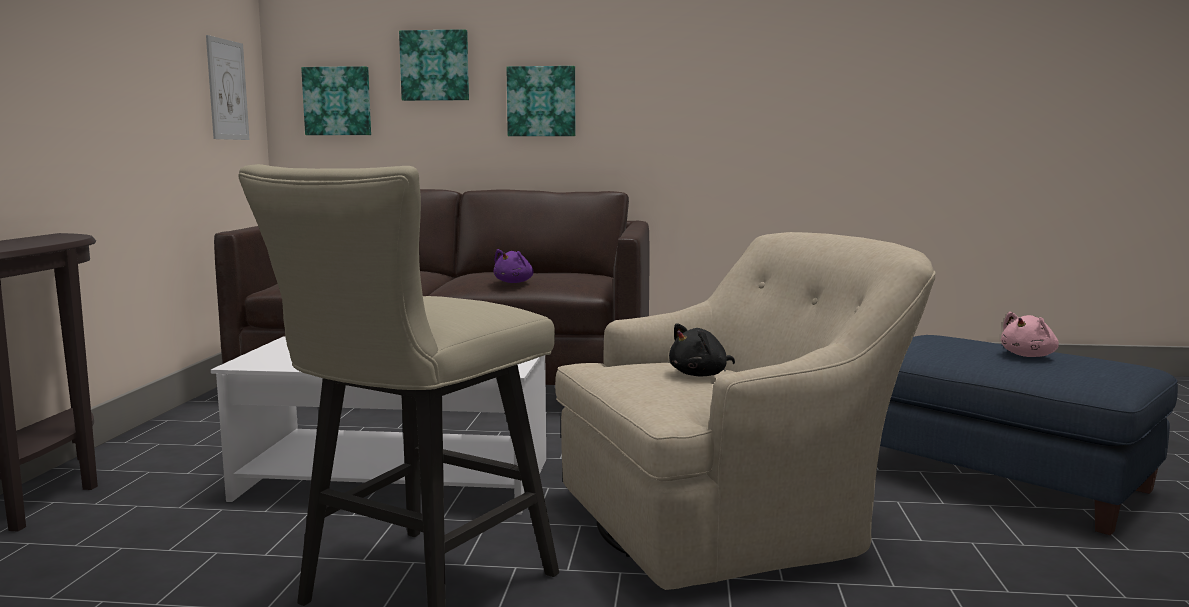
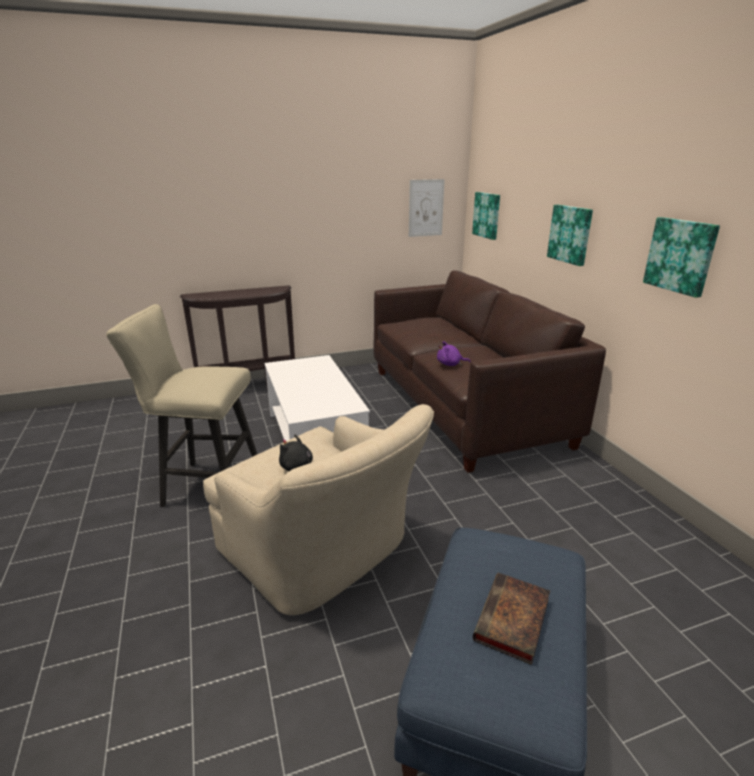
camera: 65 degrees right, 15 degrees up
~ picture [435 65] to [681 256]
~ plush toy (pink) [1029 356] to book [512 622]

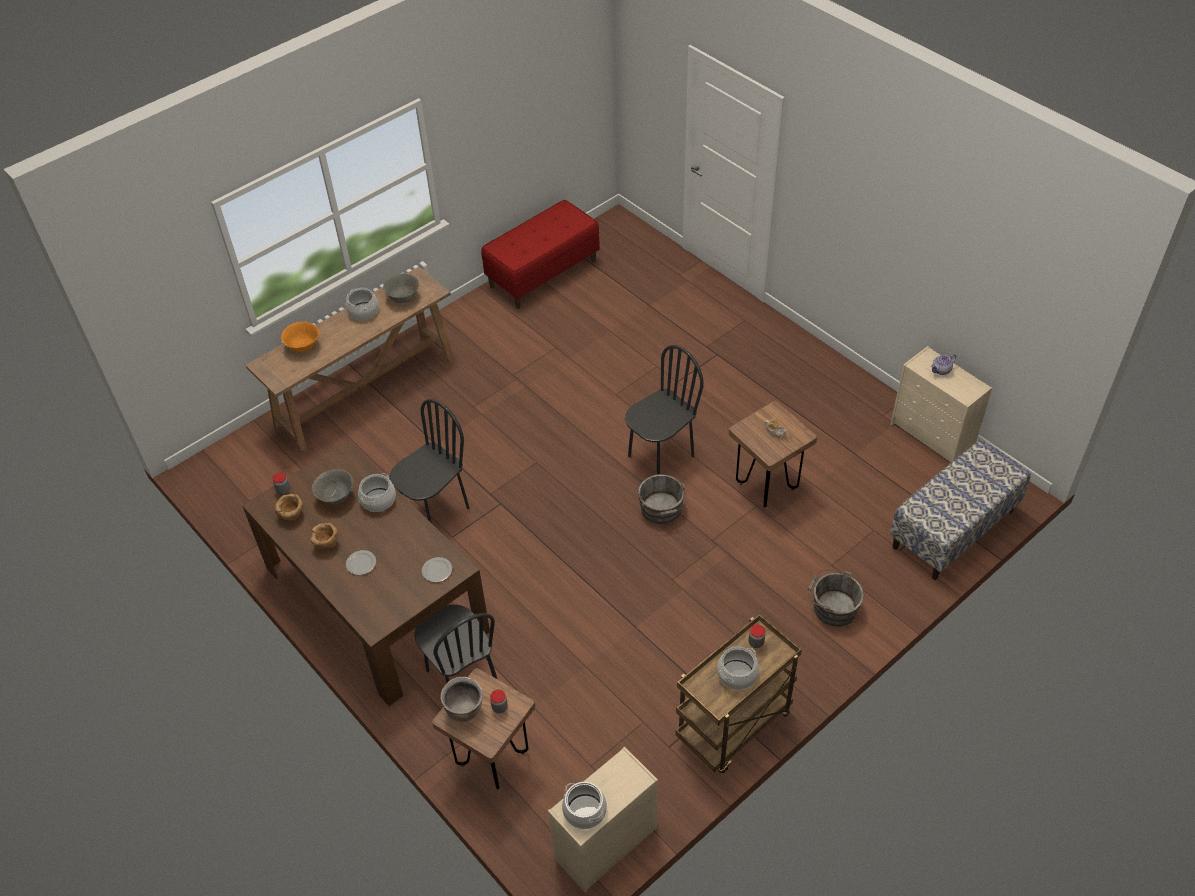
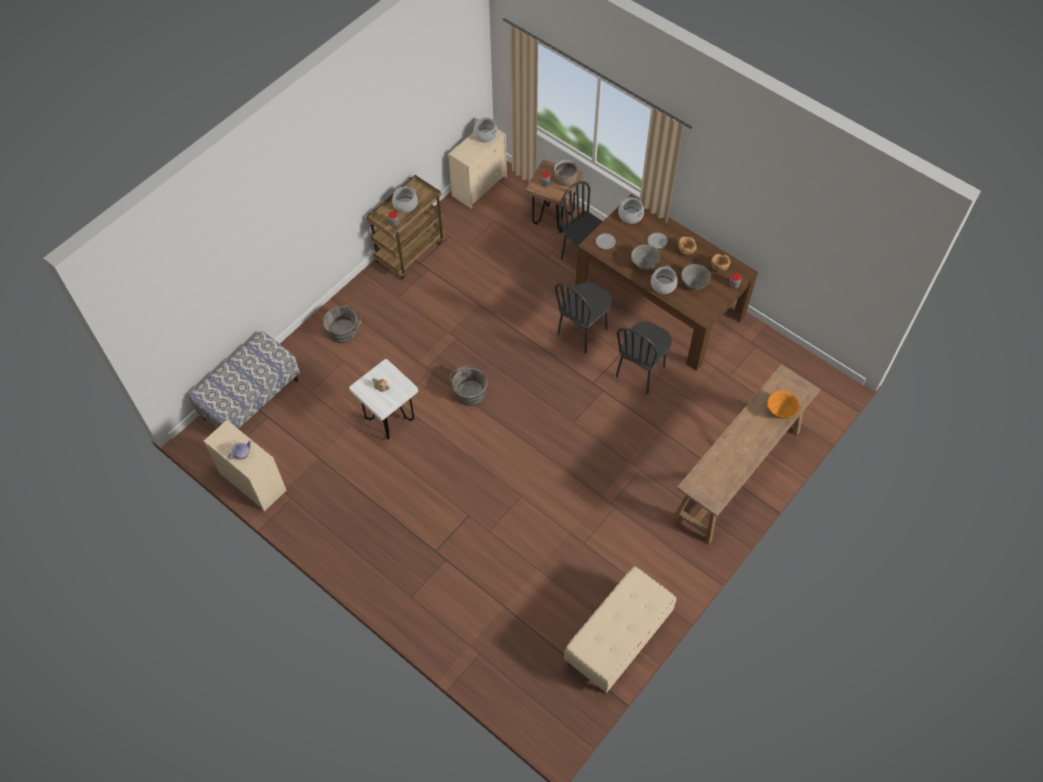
camera: 170 degrees right, 10 degrees up
~ cooking pot [363 311] to [630 215]
~ bowl (grey) [403 298] to [644 264]
~ chair (black) [660 455] to [582 332]
~ bench (red) [543 273] to bench (beige) [618 640]
~ stool (brown) [766 486] to stool (white) [390 420]

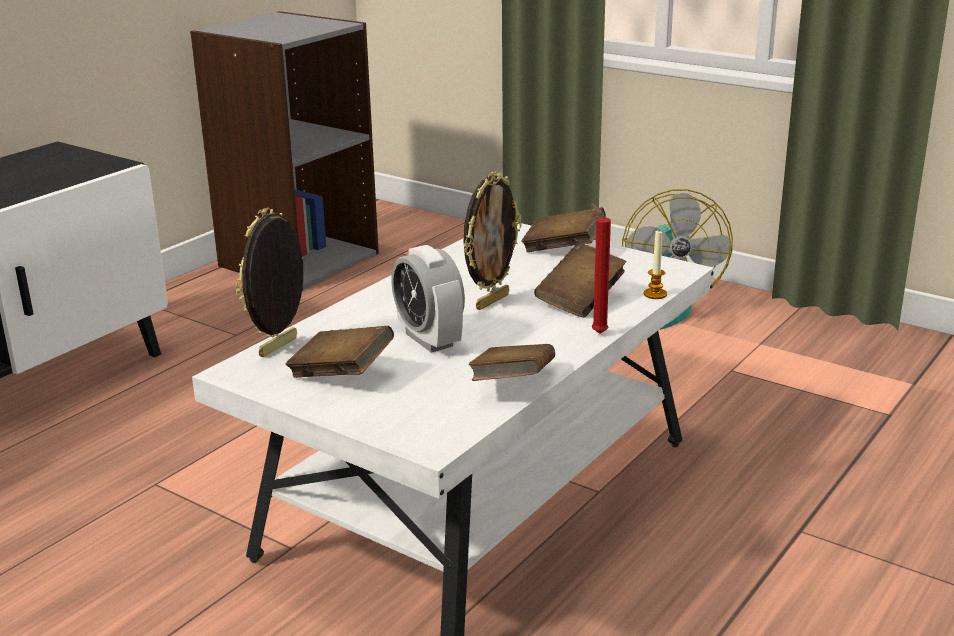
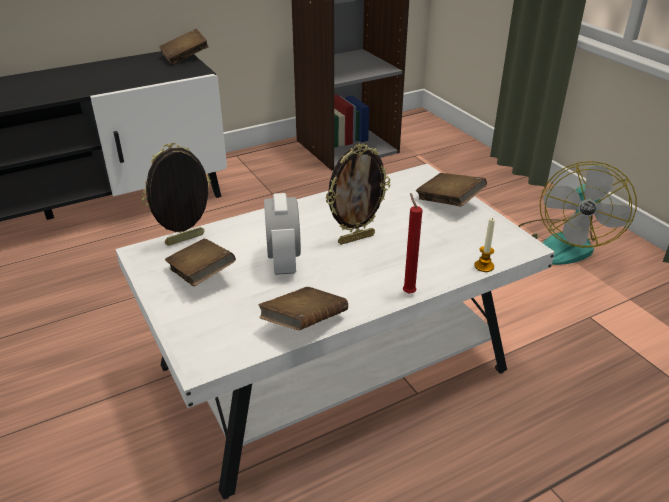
camera: 25 degrees right, 10 degrees up
~ book (brown) [580 300] to [185 58]

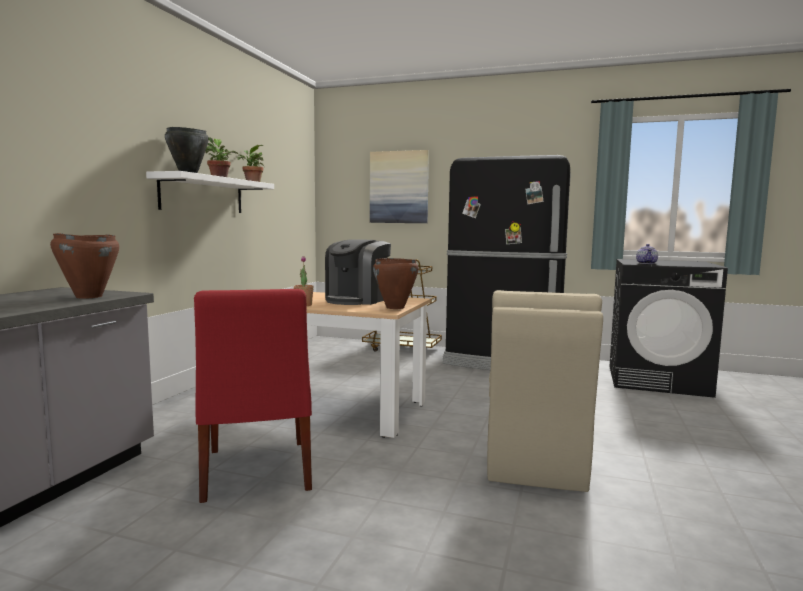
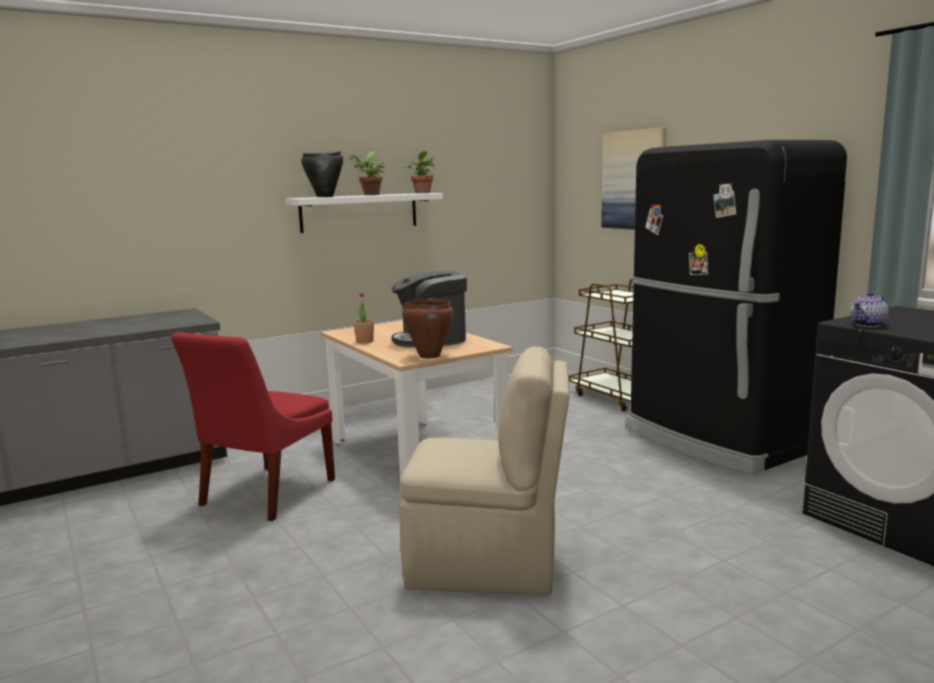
camera: 40 degrees right, 5 degrees up
- cooking pot (brown) [88 297]
~ chair (beige) [534 462] = [487 564] 135 degrees counterclockwise

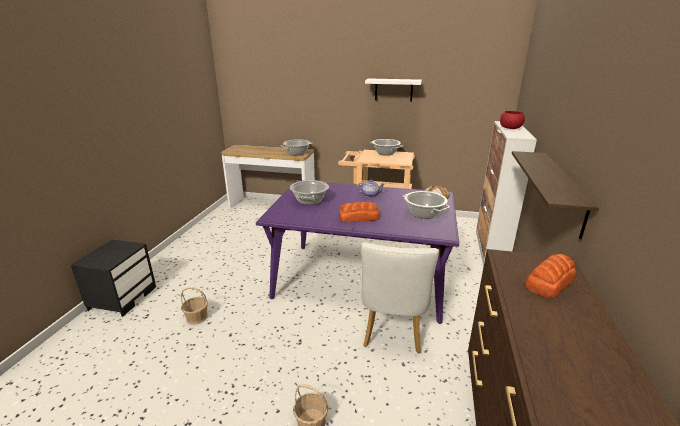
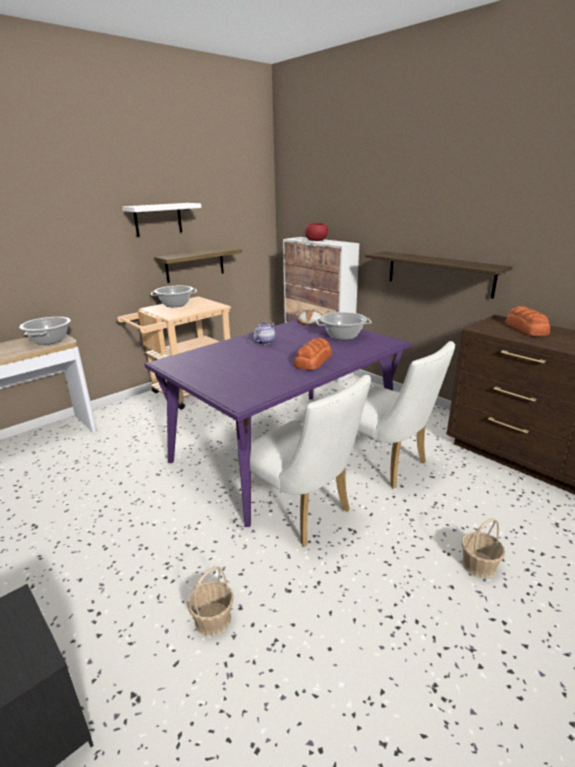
camera: 55 degrees left, 0 degrees up
- cooking pot [309 201]
+ shelf [195 265]
+ chair (white) [303 513]

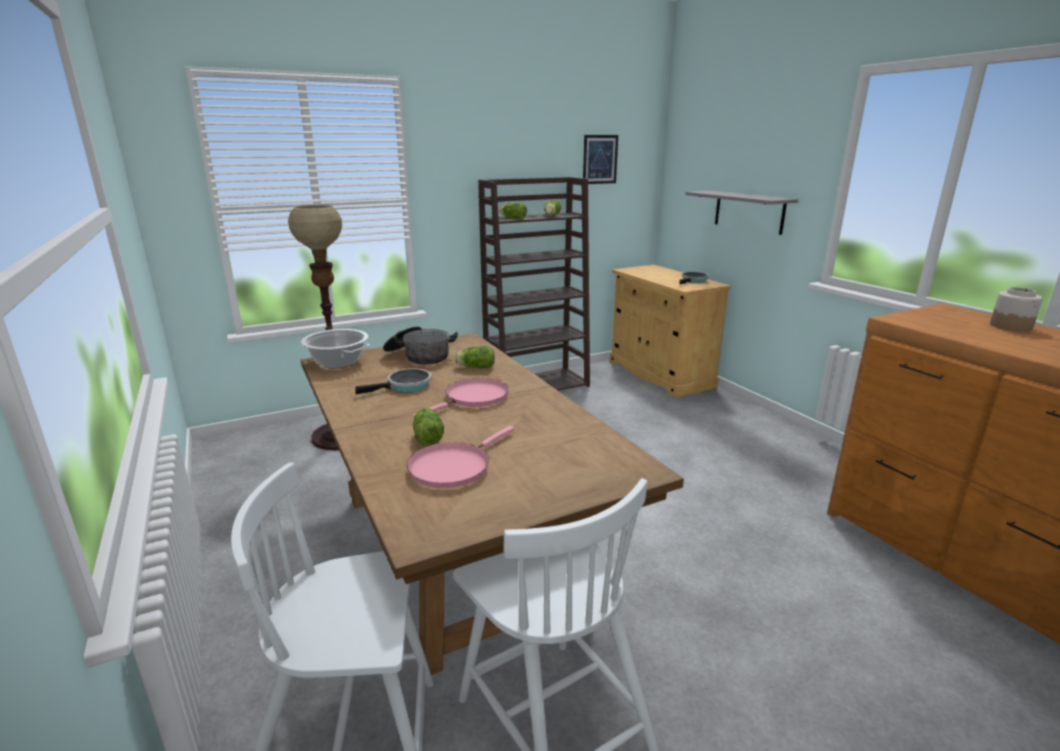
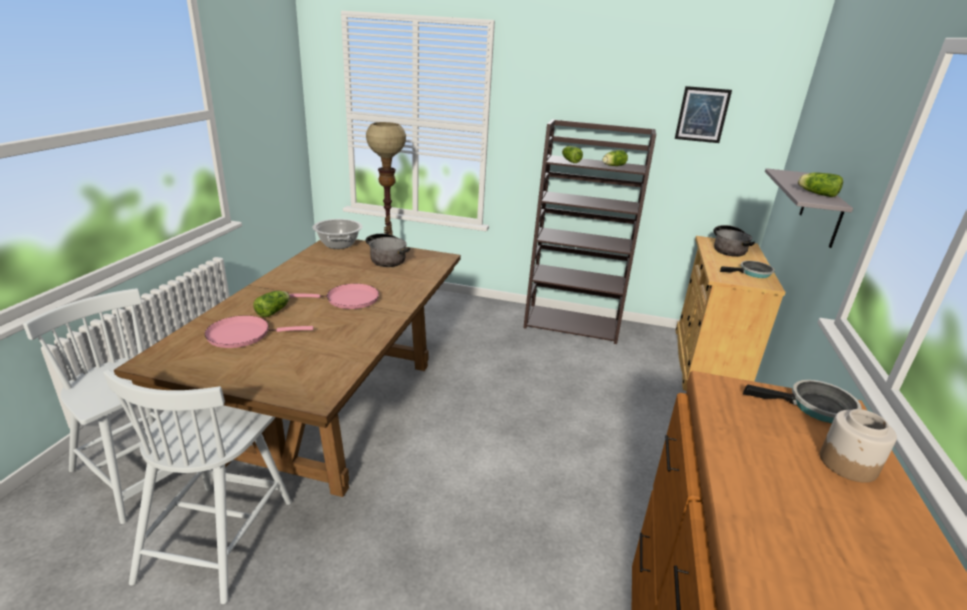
camera: 40 degrees right, 5 degrees up
+ cooking pot [728 249]
~ frying pan [406 386] to [815 407]
~ lettuce [475 367] to [816 193]

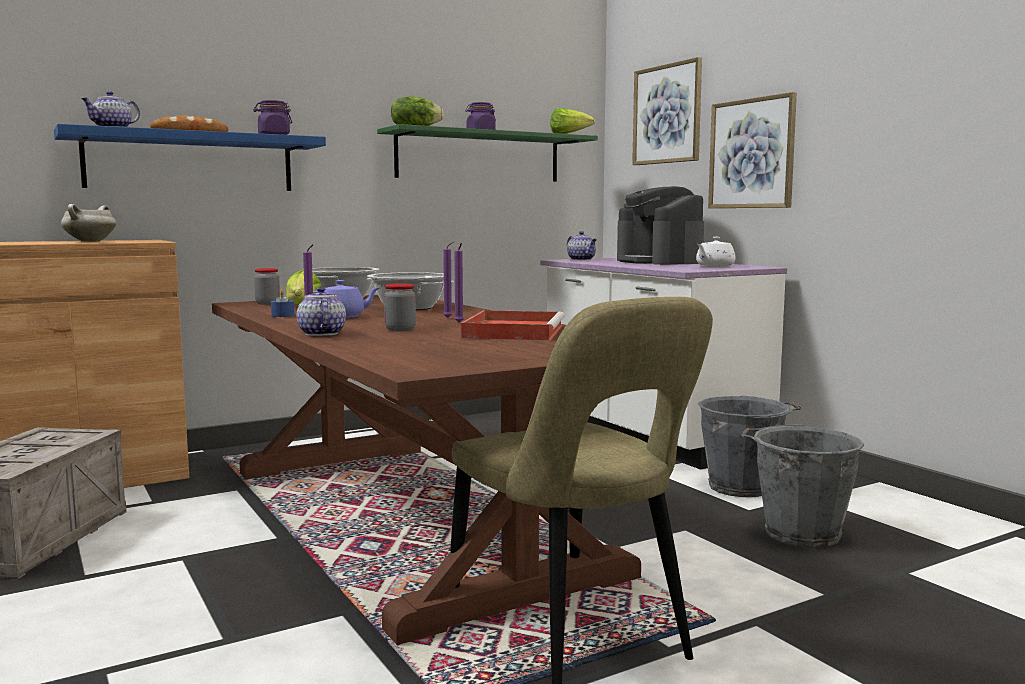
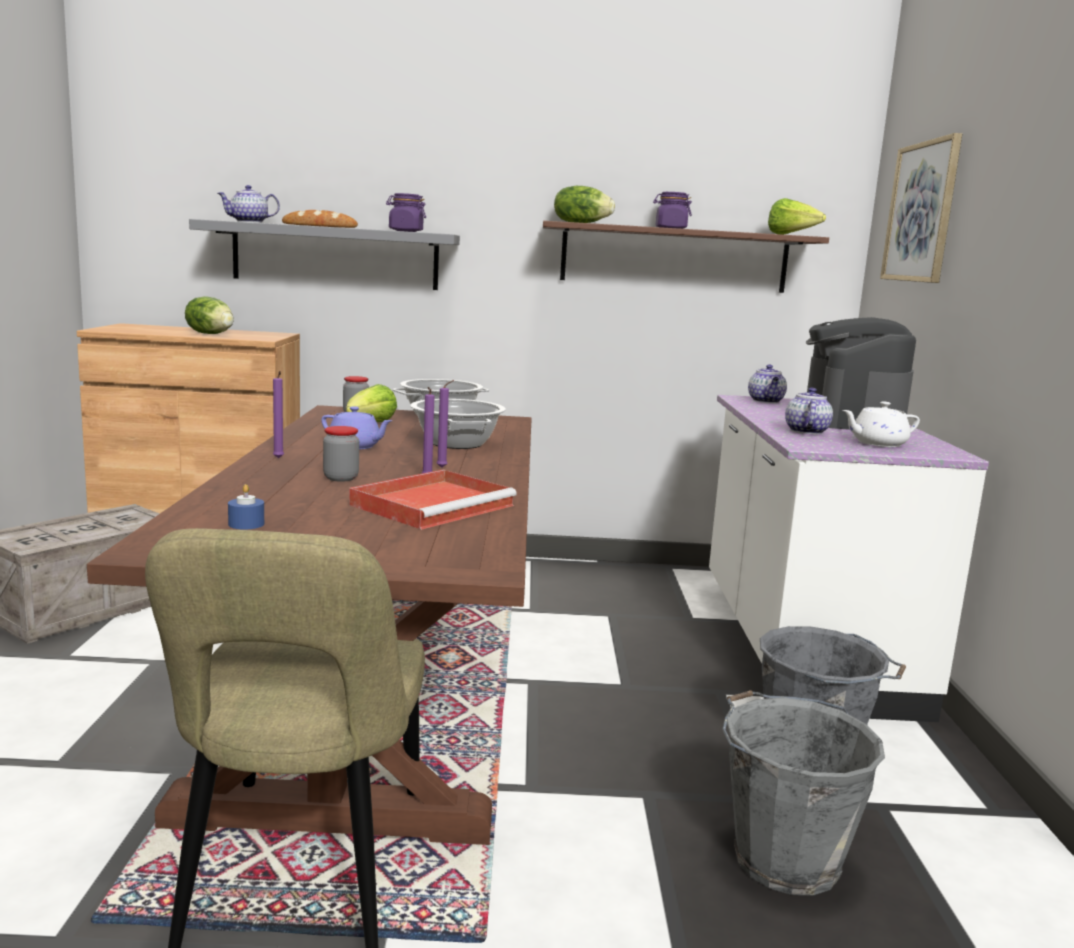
camera: 30 degrees right, 5 degrees up
- picture [752 154]
~ candle (blue) [282 315] to [246 524]
~ teapot [321 333] to [805 431]
~ cooking pot (white) [90 241] to lettuce [211 334]
~ shelf (blue) [191 162] to shelf (grey) [336 256]
~ shelf (green) [479 157] to shelf (brown) [674 258]

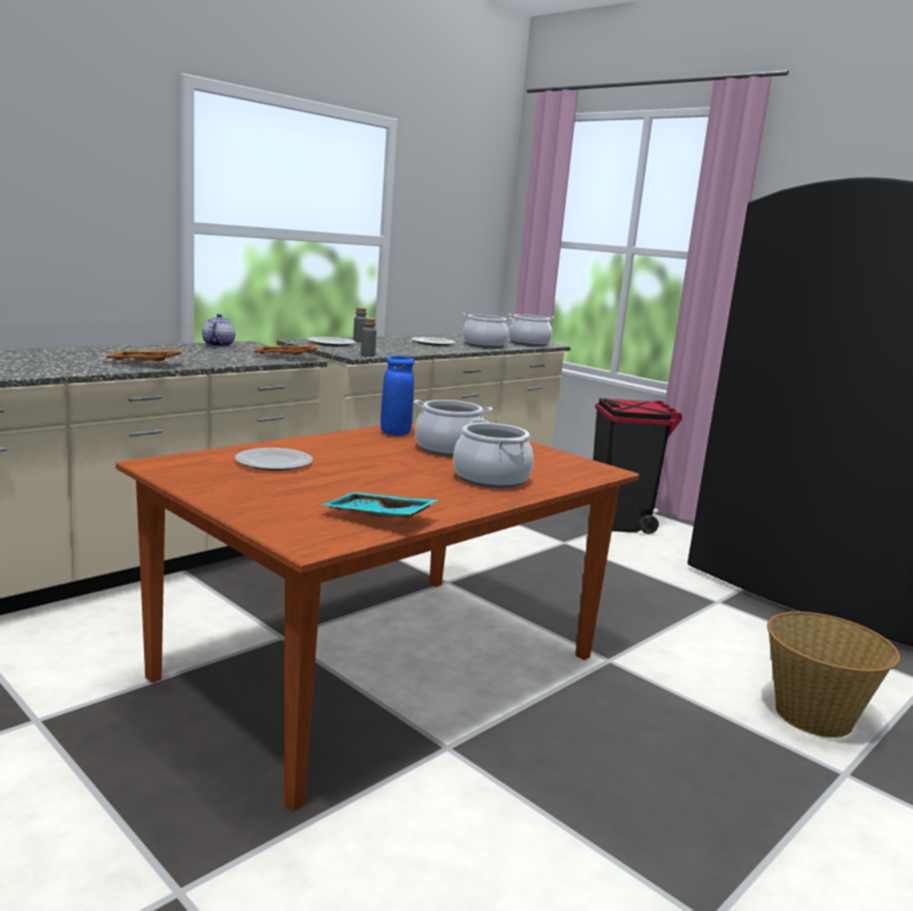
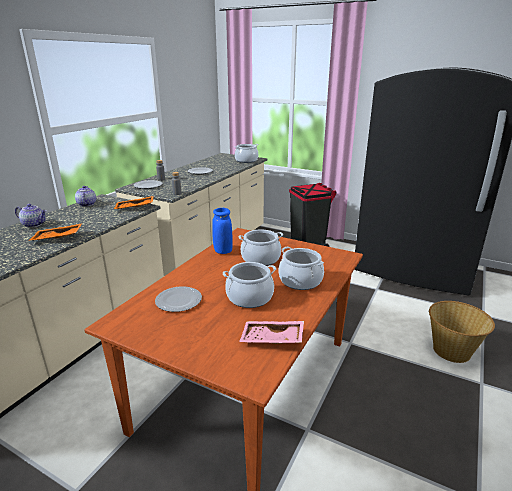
camera: 15 degrees left, 10 degrees up
+ teapot [34 224]
~ cooking pot [484 345] to [250 297]
~ tray (turquoise) [377 518] to tray (pink) [272 339]

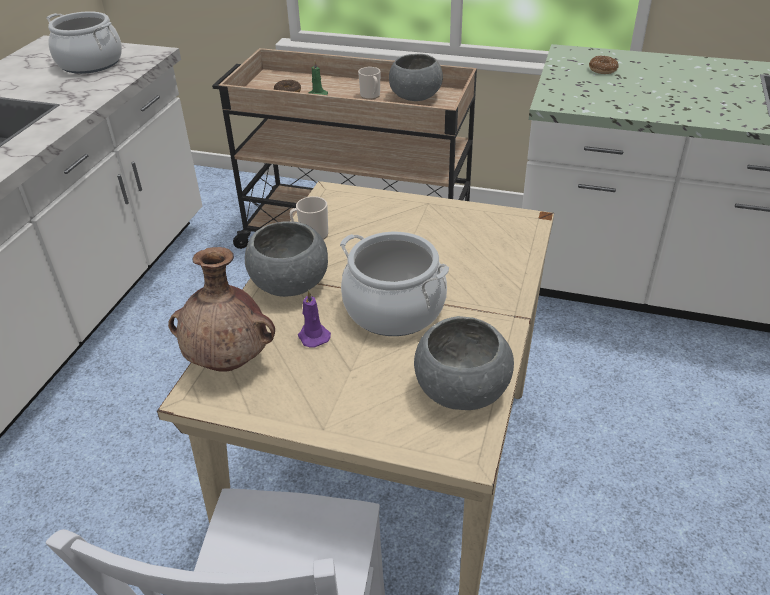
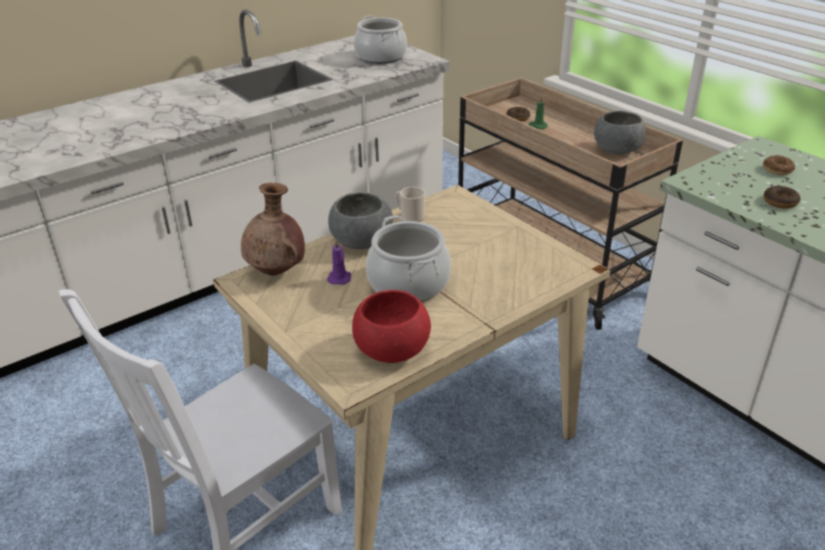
camera: 35 degrees right, 5 degrees down
- mug [371 96]
+ donut [780 202]
~ bowl (grey) [461 389] to bowl (red) [391 349]

